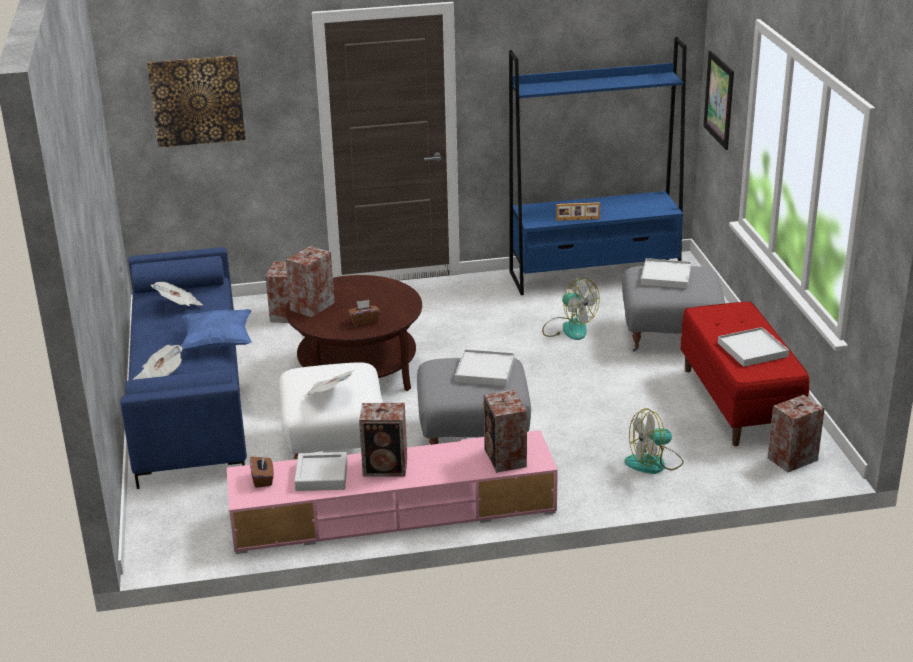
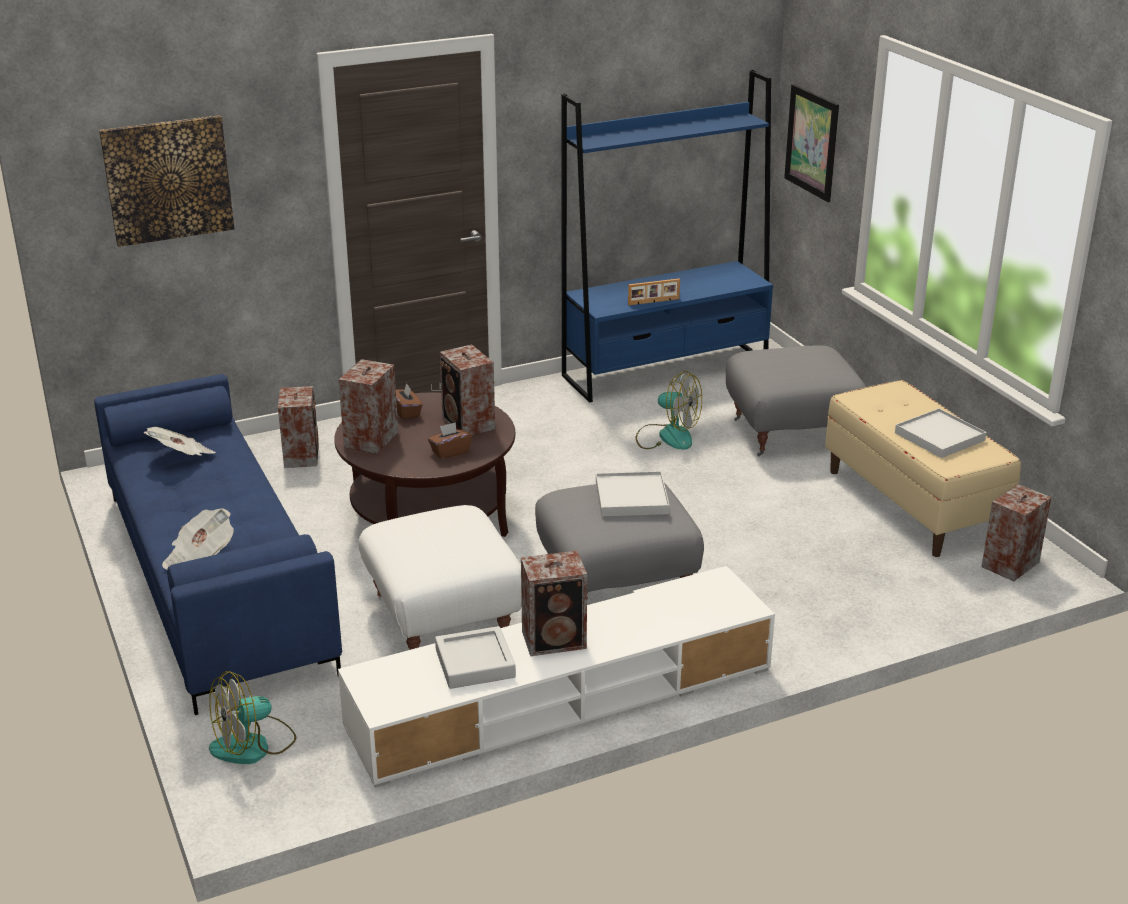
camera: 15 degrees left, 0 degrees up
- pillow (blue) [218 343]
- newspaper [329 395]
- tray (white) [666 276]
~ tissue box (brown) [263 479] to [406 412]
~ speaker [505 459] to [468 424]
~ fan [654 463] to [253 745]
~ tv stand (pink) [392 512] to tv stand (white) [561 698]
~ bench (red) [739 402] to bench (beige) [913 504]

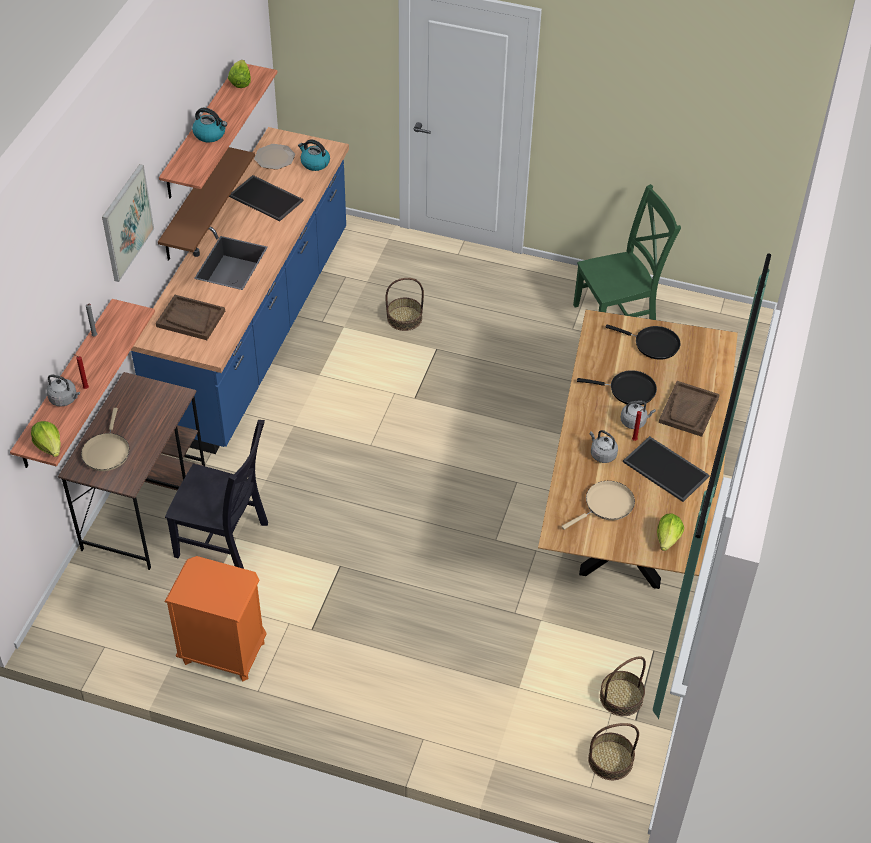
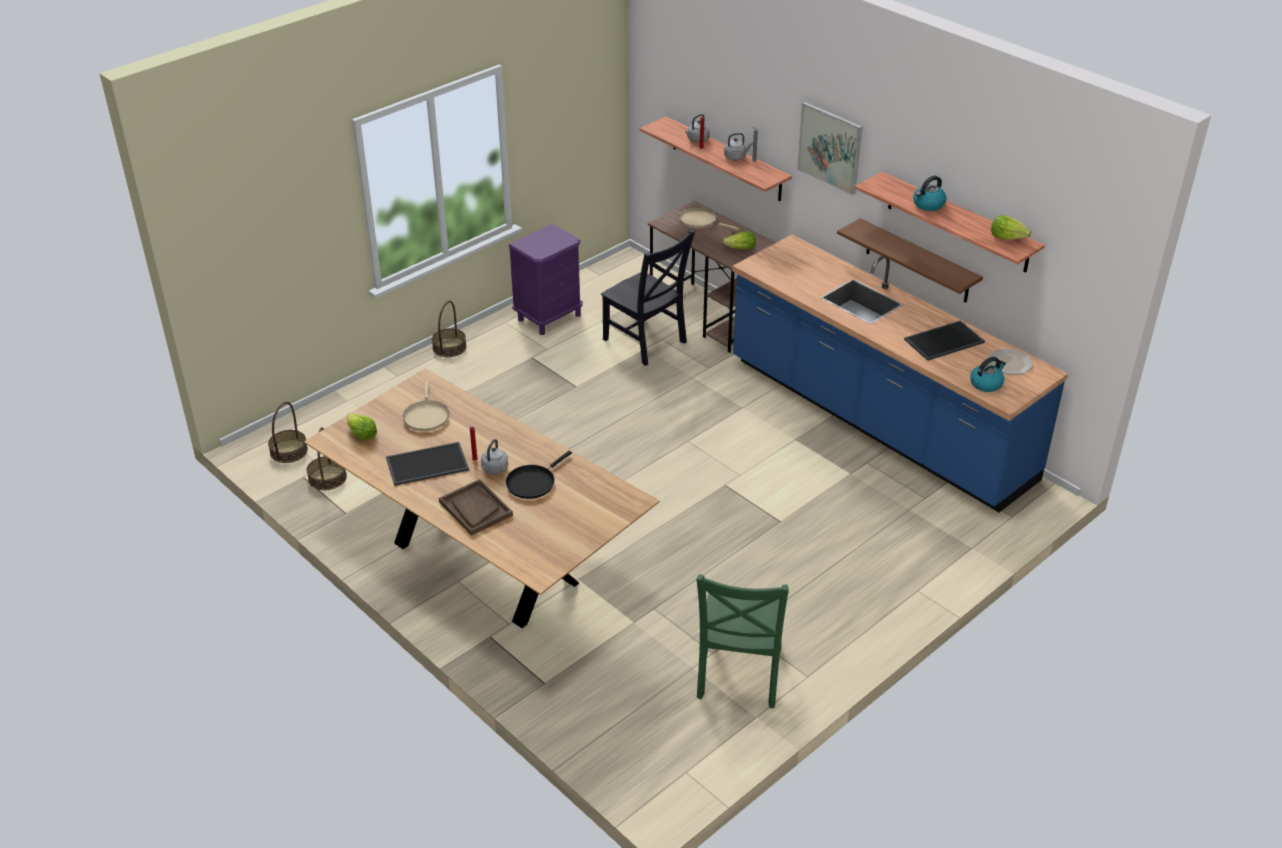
camera: 120 degrees right, 10 degrees down
- tray (brown) [190 319]
- frying pan (black) [653 344]
~ lettuce [49 446] to [740 249]
~ basket [404 318] to [449 347]
~ kettle (grey) [602 454] to [736 157]
~ nightstand (orange) [223 652] to nightstand (purple) [549 317]
~ chair (black) [225 541] = [646 342] 90 degrees counterclockwise

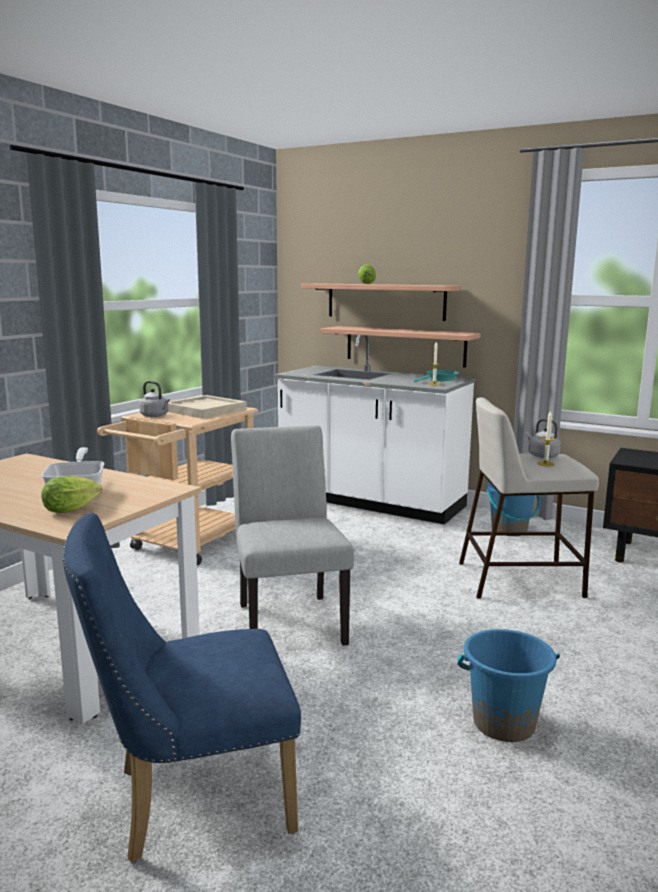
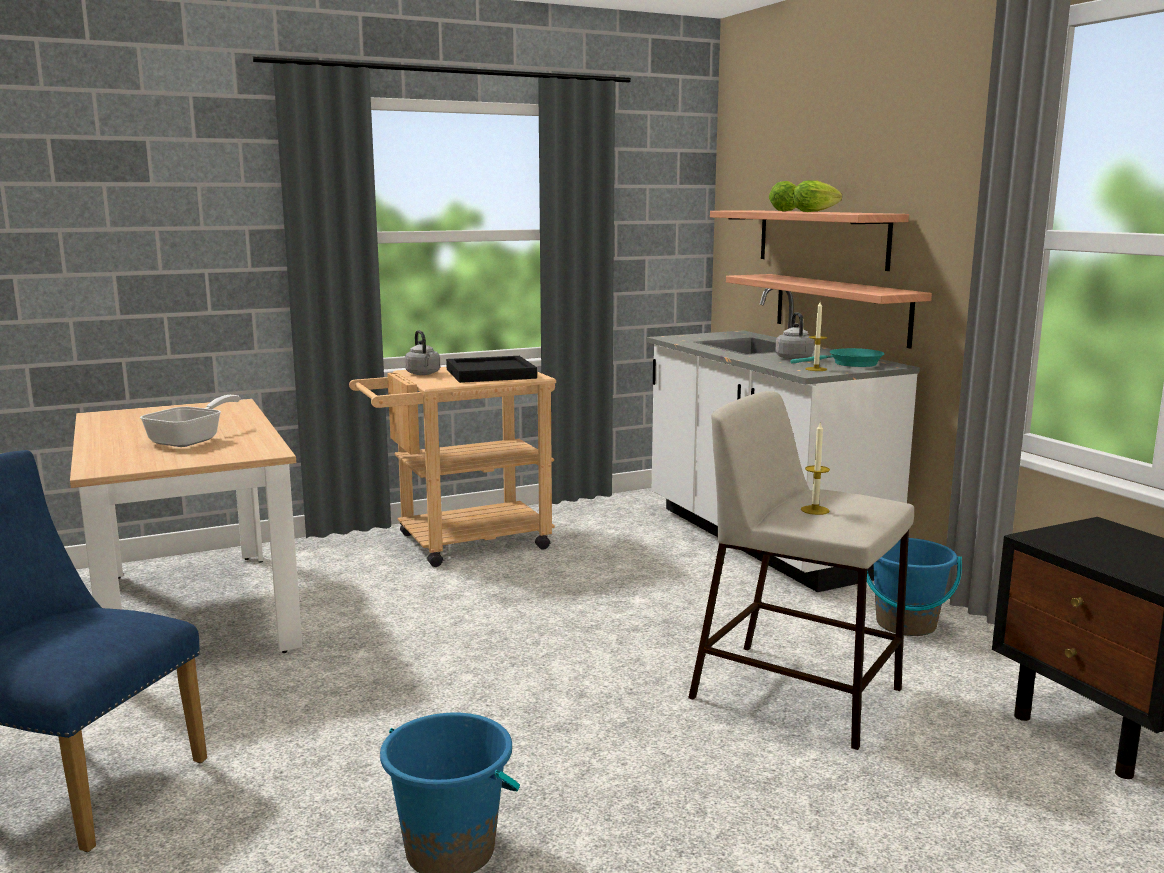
camera: 35 degrees right, 0 degrees up
- chair (grey) [289 619]
~ lettuce [74 510] to [817 212]
~ kettle (grey) [541 456] to [793 358]
~ tray (beige) [204 410] to tray (black) [491 373]

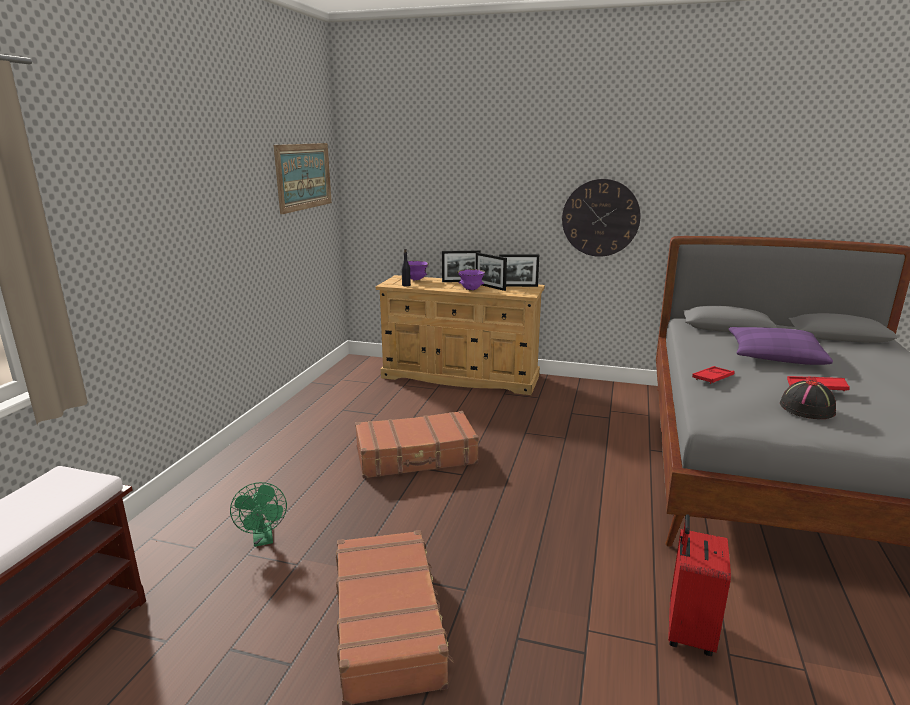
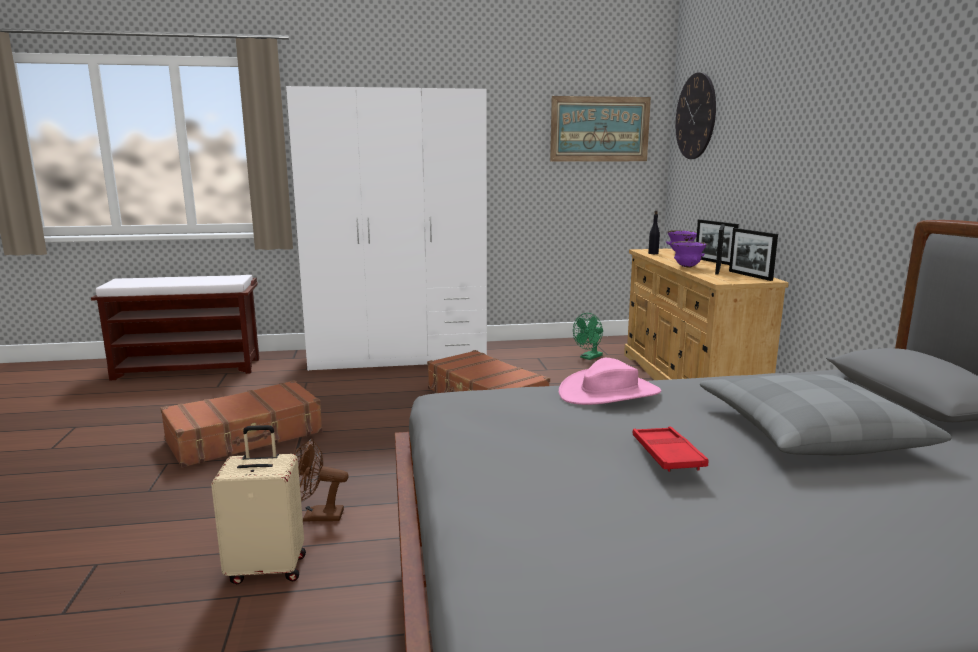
camera: 65 degrees right, 5 degrees down
- hat (black) [807 408]
+ wardrobe (white) [398 356]
+ fan (brown) [316 516]
~ fan (green) [263 539] to [589 357]
~ wall clock [600 218] to [695 116]
~ tray (red) [712 378] to hat (pink) [609 393]
~ suitcase (red) [688 632] to suitcase (beige) [267 568]
~ pillow (purple) [774 356] to pillow (grey) [809 432]

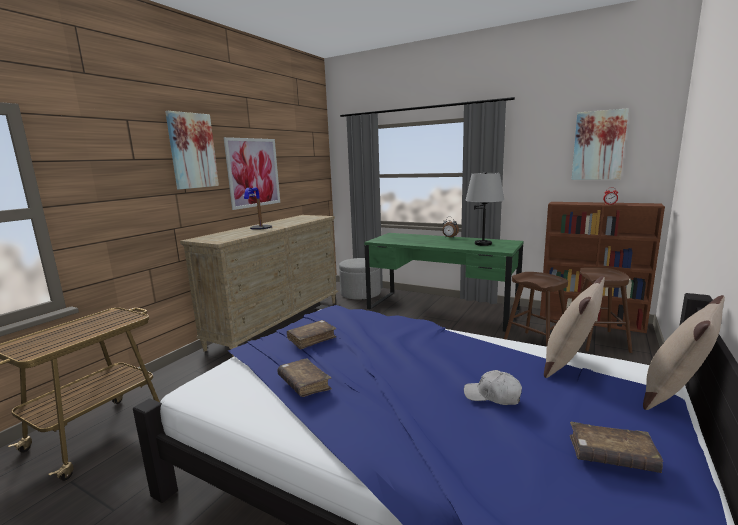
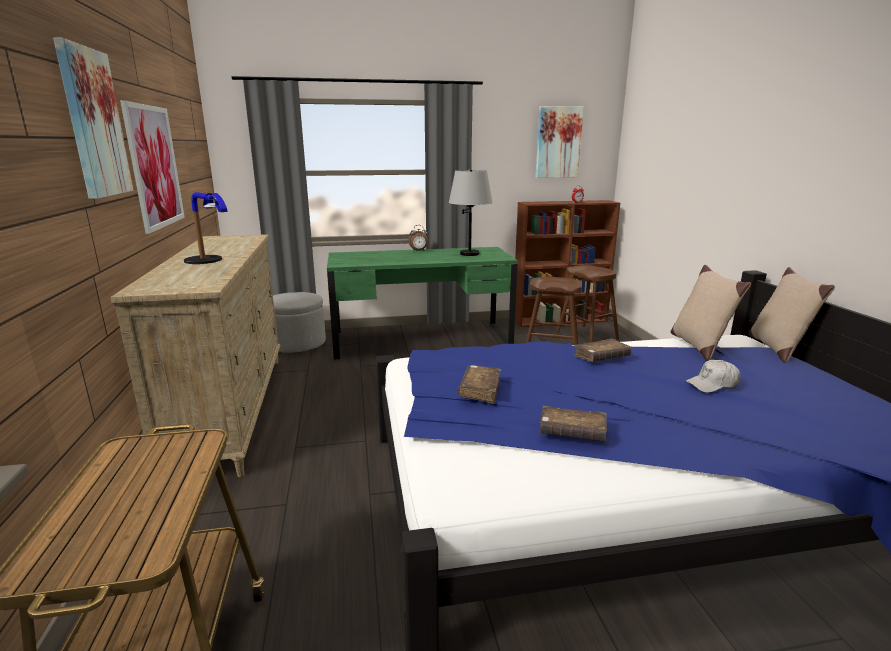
camera: 40 degrees left, 5 degrees up
~ book (brown) [611 456] to [601 357]

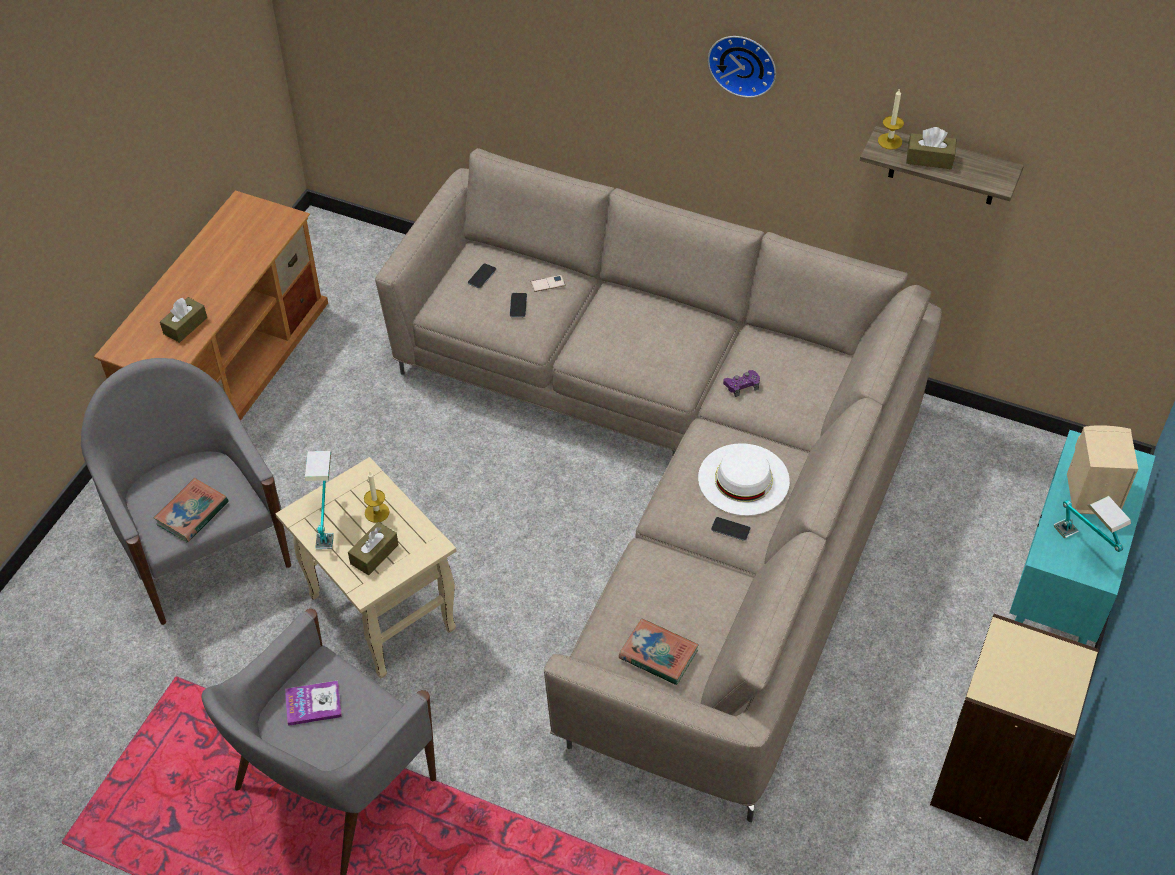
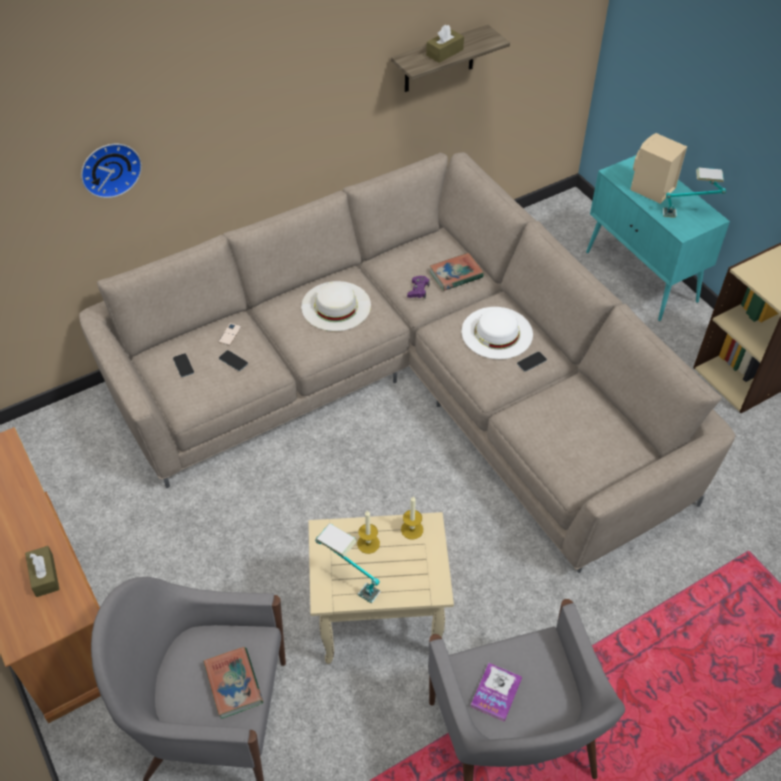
camera: 55 degrees left, 0 degrees up
- tissue box (brown) [374 554]
+ hat (white) [336 306]
~ book [658 655] to [456 274]
~ wall clock [743 63] to [109 168]
~ candle [890 141] to [412 529]

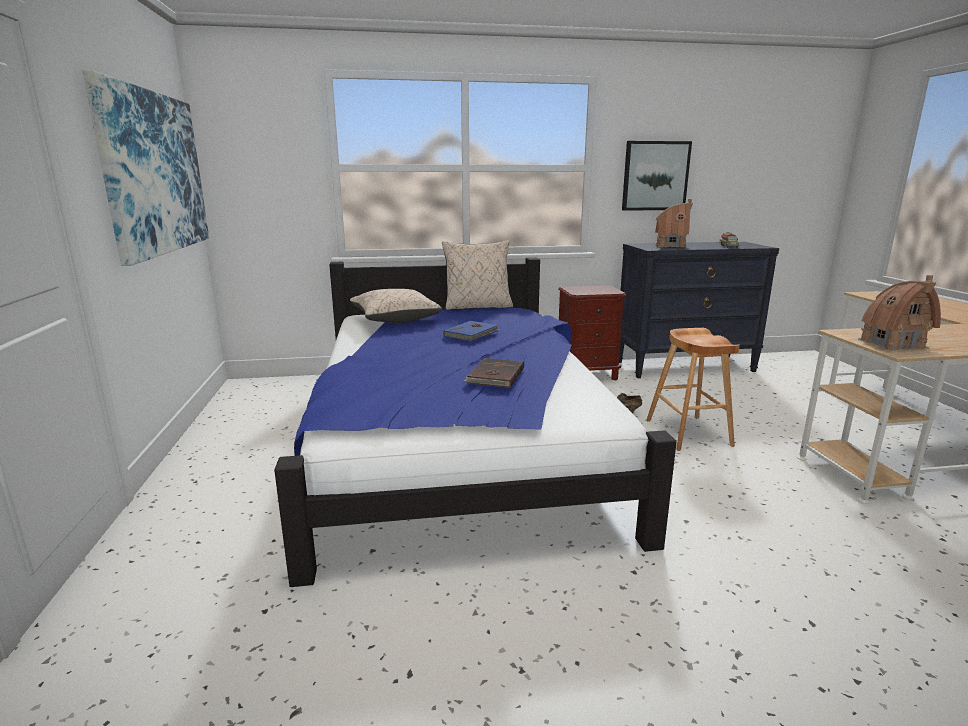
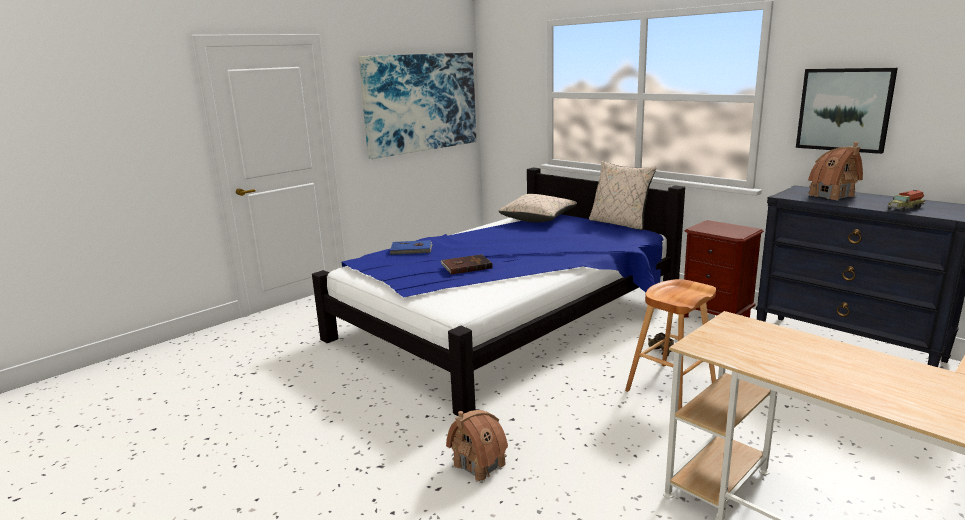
camera: 55 degrees right, 0 degrees up
~ book (blue) [472 333] to [411 250]
~ toy house [892 344] to [479 465]

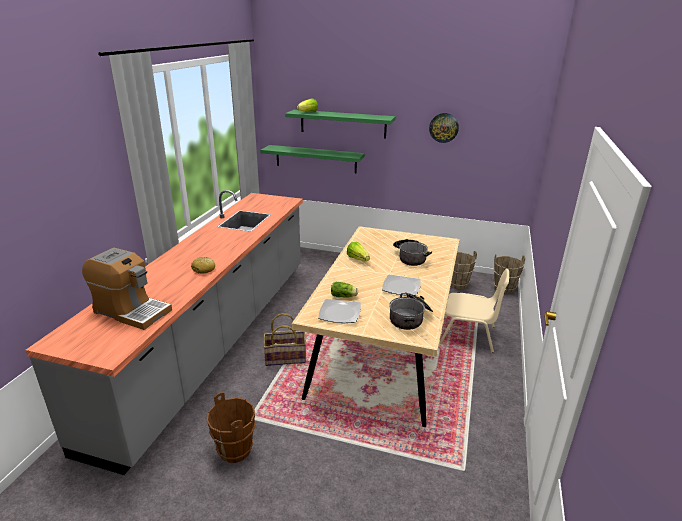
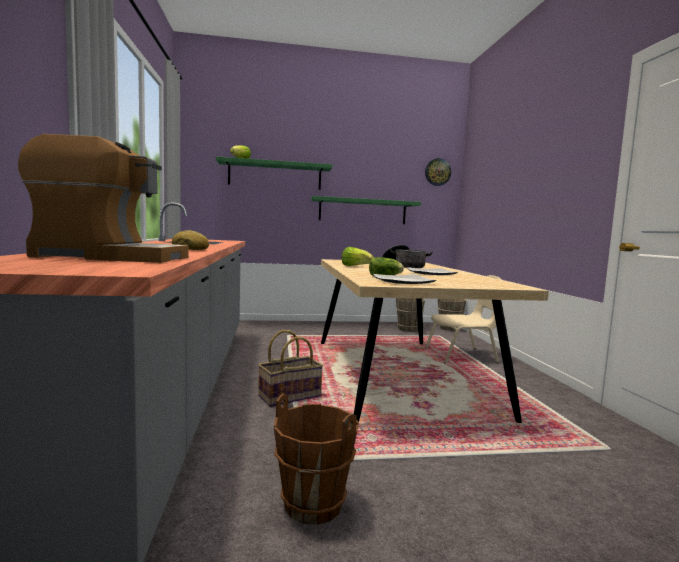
camera: 25 degrees left, 20 degrees down
- cooking pot [410 318]
~ shelf (green) [315 159] to [362 211]
~ wall clock [444 127] to [437 172]

